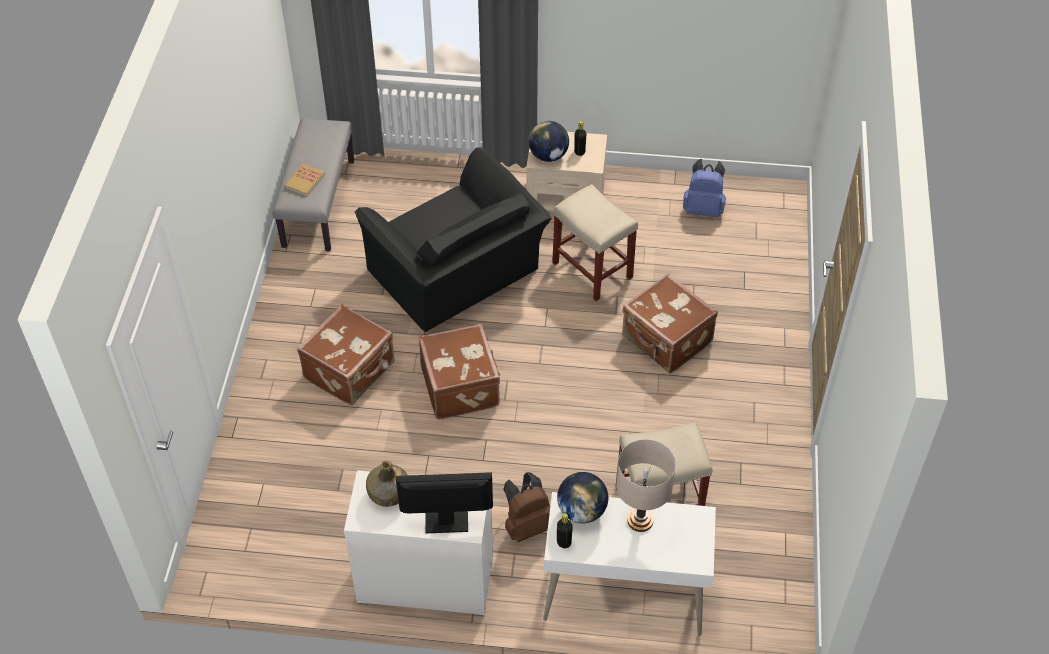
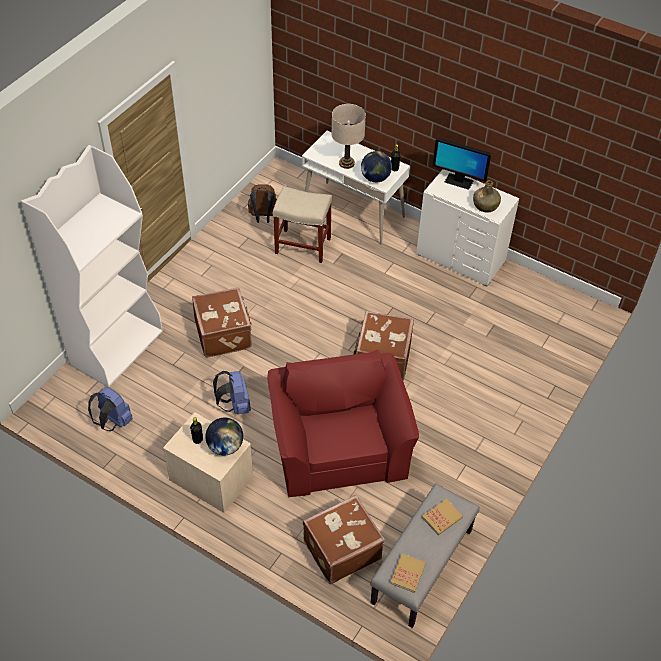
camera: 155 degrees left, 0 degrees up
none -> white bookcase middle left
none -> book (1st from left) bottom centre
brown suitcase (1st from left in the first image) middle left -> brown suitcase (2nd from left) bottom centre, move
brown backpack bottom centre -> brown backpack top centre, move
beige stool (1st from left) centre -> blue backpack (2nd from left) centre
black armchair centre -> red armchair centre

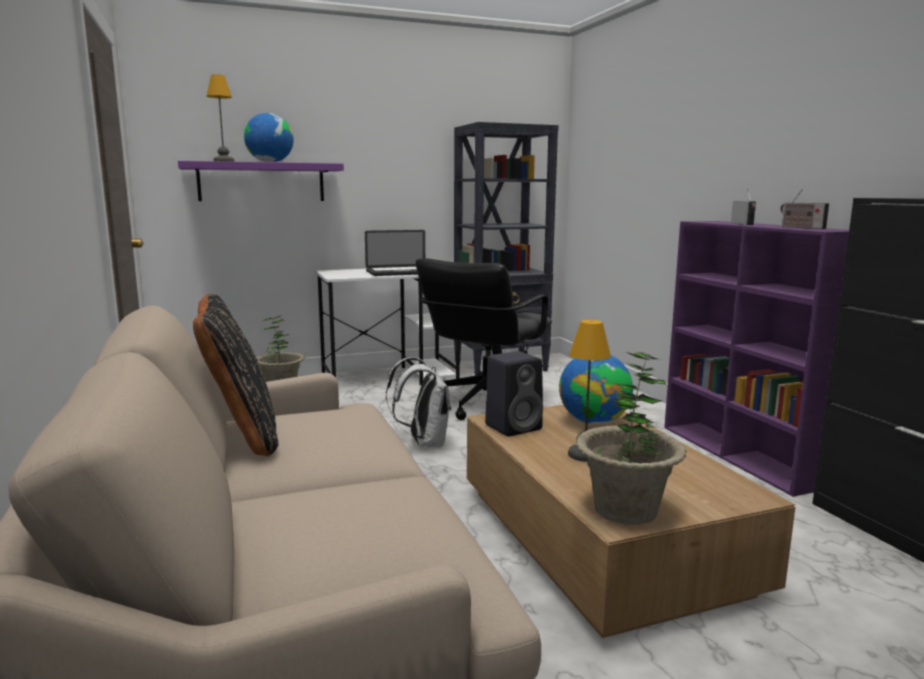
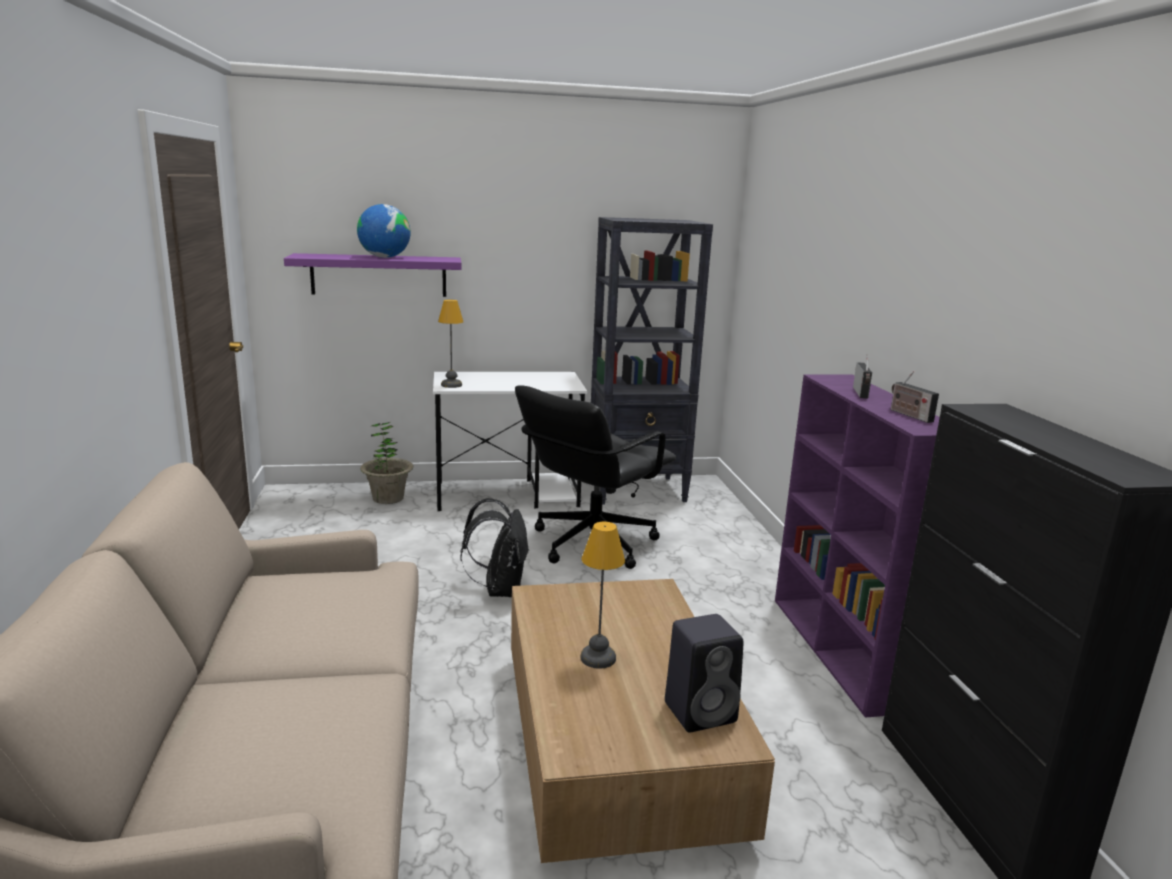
camera: 10 degrees right, 5 degrees up
black pillow middle left -> none
laptop centre -> none
globe (2nd from left) centre -> none
potted plant (2nd from left) middle right -> none
table lamp (1st from left) top left -> table lamp (1st from left) centre, move
black speaker centre -> black speaker bottom centre, move
white backpack centre -> black backpack centre

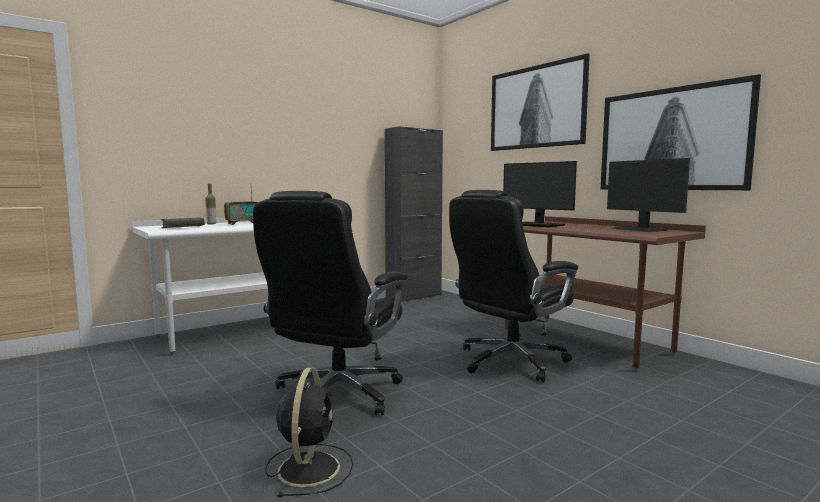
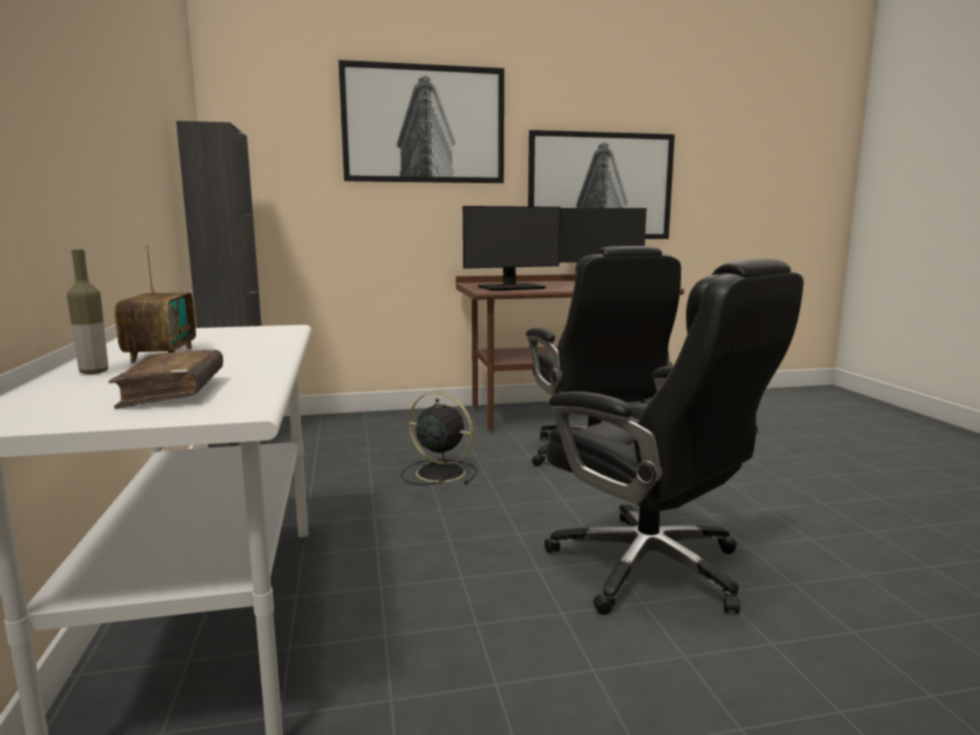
camera: 65 degrees left, 5 degrees up
black fan bottom centre -> black fan centre, move

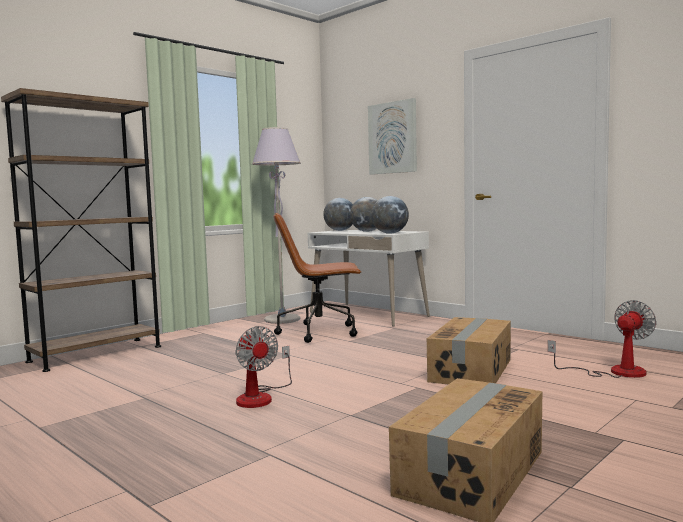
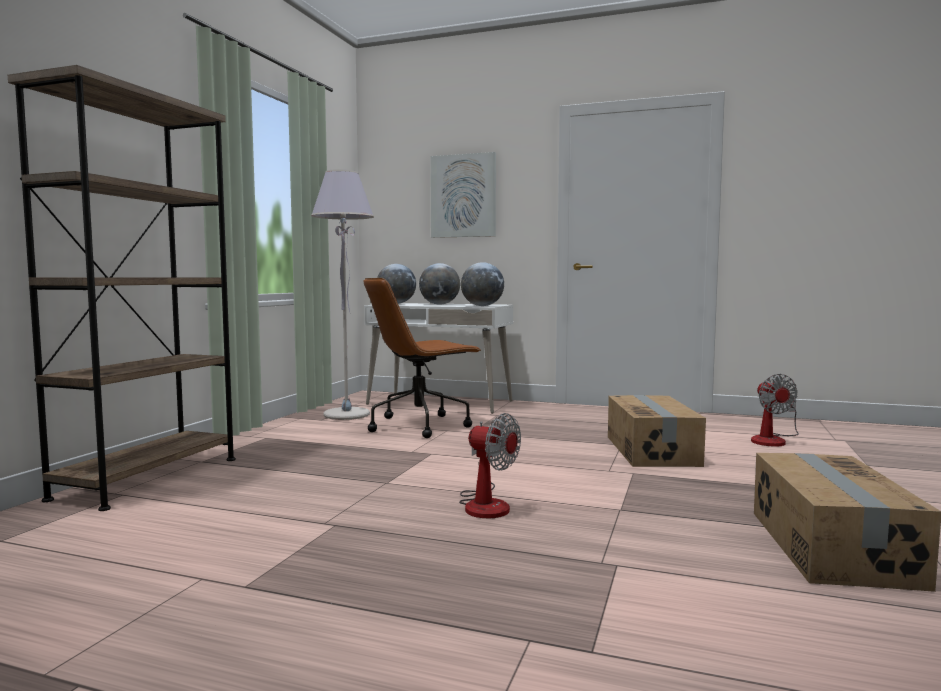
camera: 25 degrees left, 0 degrees up
fan (2nd from left) middle right, 150 degrees clockwise

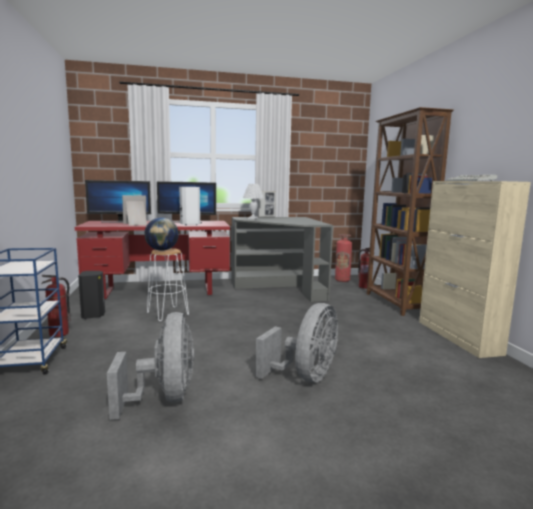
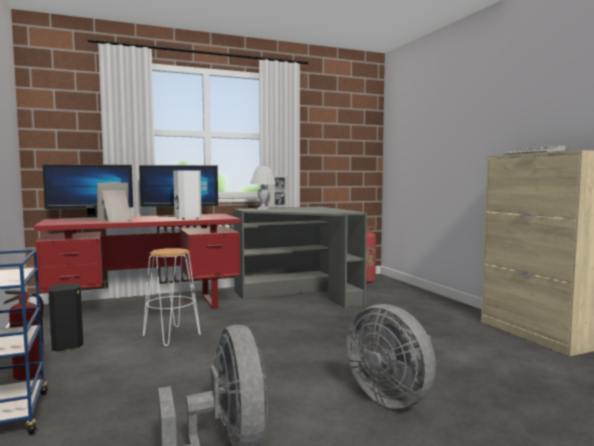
camera: 10 degrees left, 5 degrees down
globe middle left -> none
fire extinguisher (3rd from left) middle right -> none
brown bookcase middle right -> none
grey fan (2nd from left) bottom centre, 120 degrees clockwise

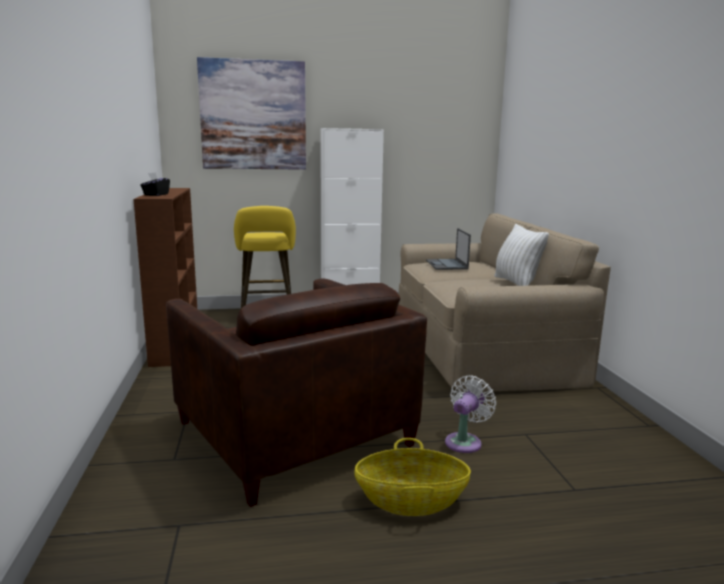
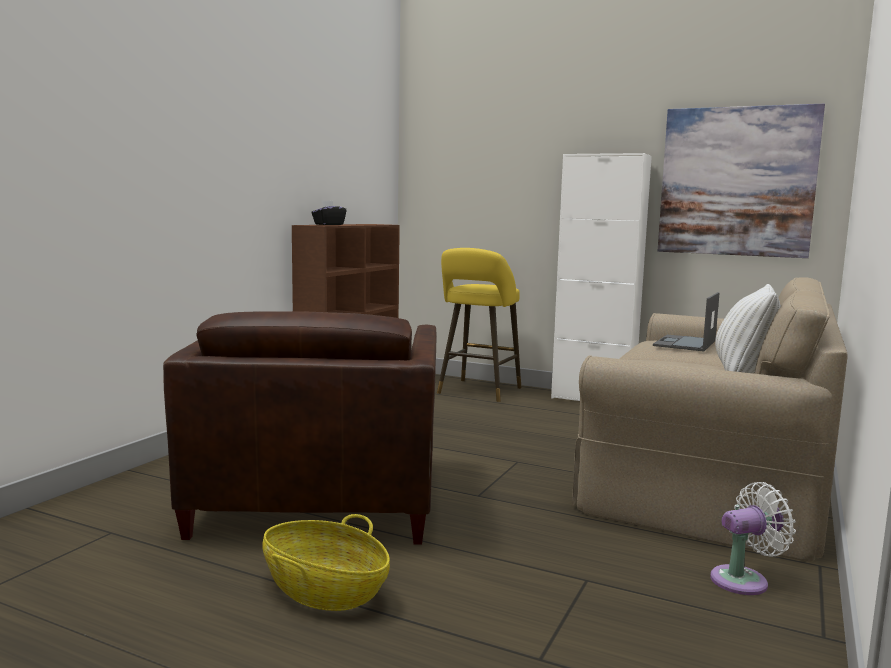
camera: 35 degrees right, 5 degrees down
picture top centre -> picture top right, move
white fan bottom centre -> white fan bottom right, move

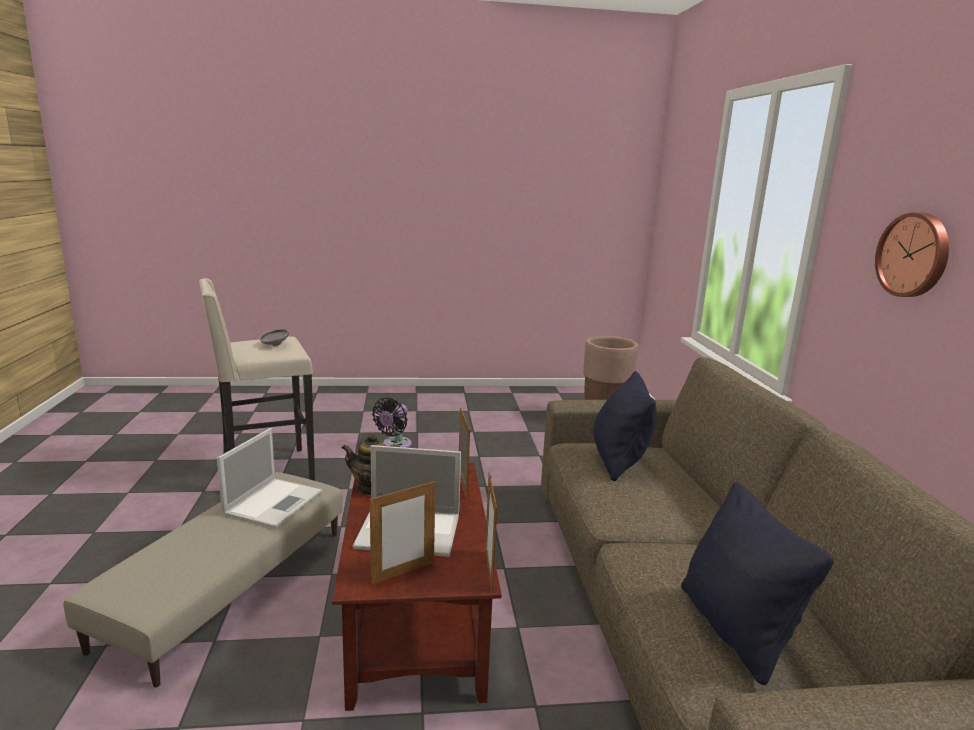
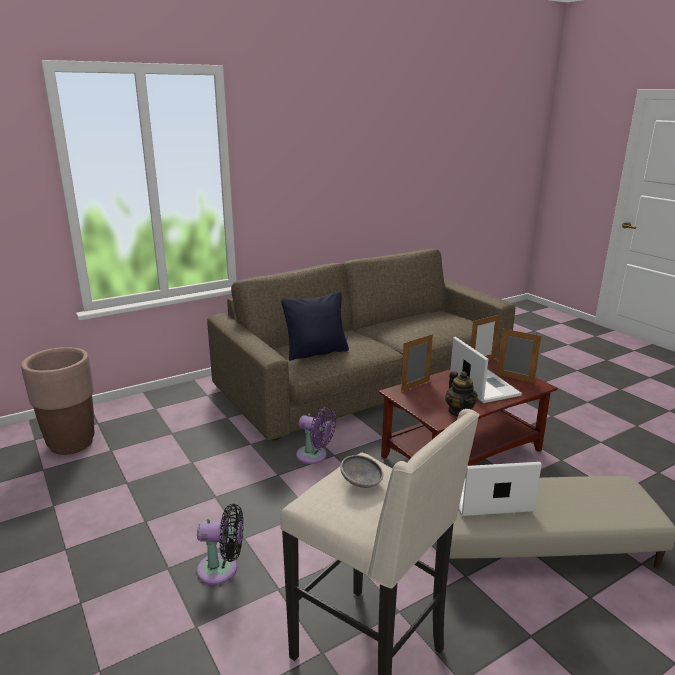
camera: 115 degrees left, 5 degrees up
black pillow (2nd from left) bottom right -> none
wall clock middle right -> none
none -> purple fan centre

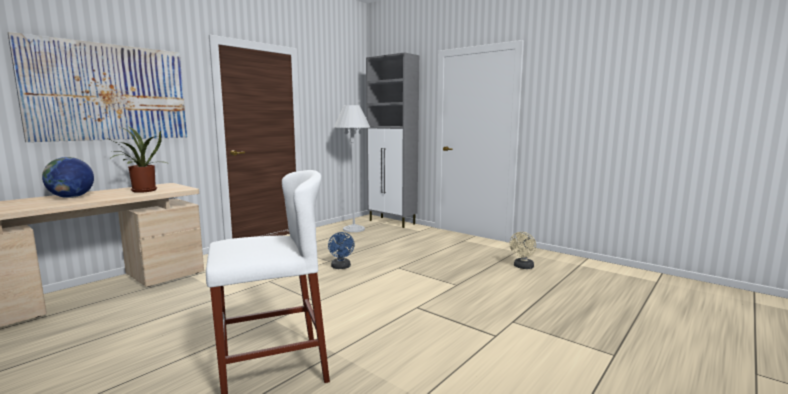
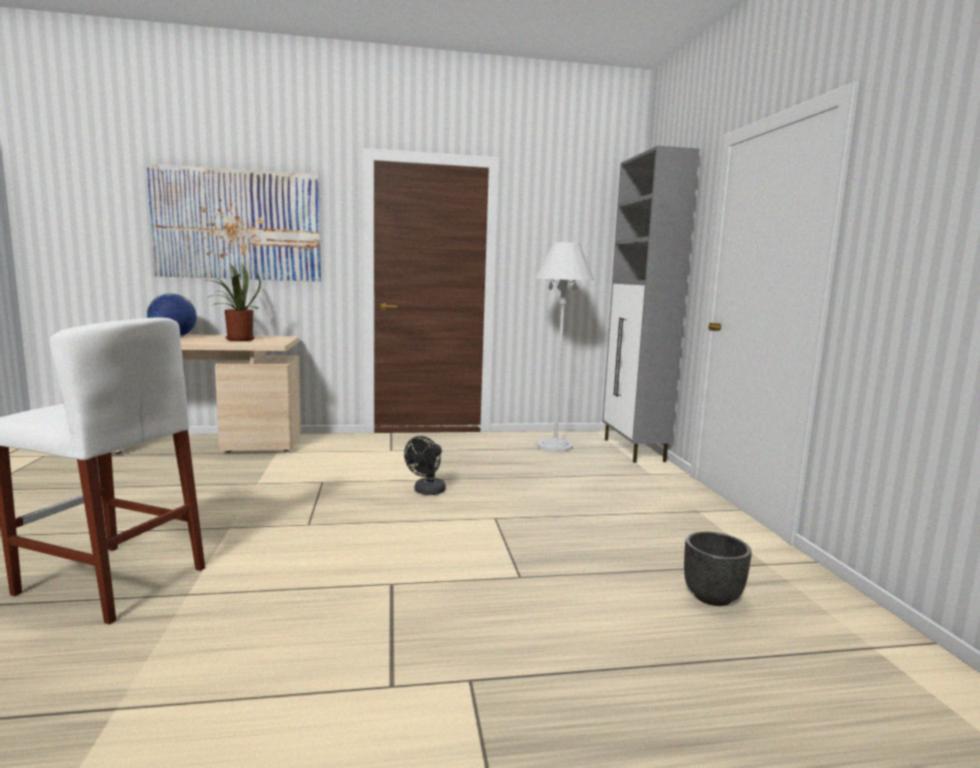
camera: 40 degrees right, 0 degrees up
beige fan centre -> black planter bottom right
blue fan centre -> black fan centre

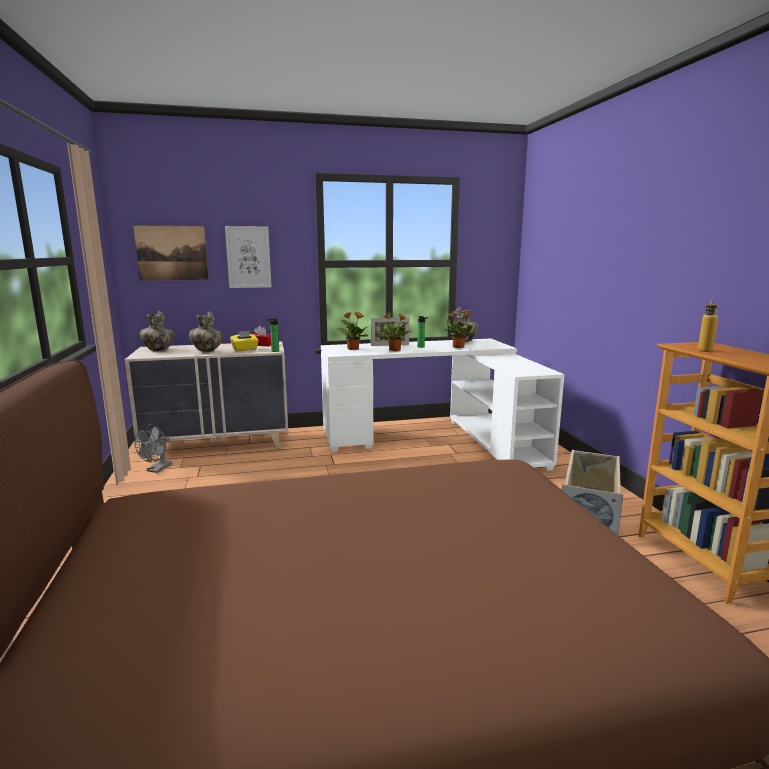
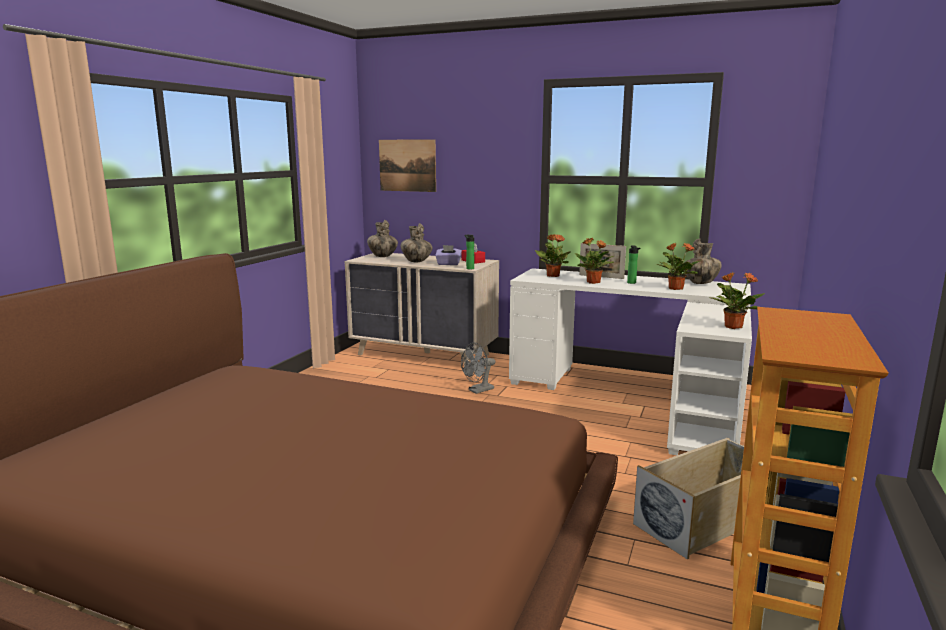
camera: 35 degrees right, 0 degrees up
picture (2nd from left) middle left -> none
bottle (3rd from left) middle right -> none
none -> potted plant (4th from left) middle right
grey fan middle left -> grey fan centre, move
yellow tissue box middle left -> purple tissue box centre

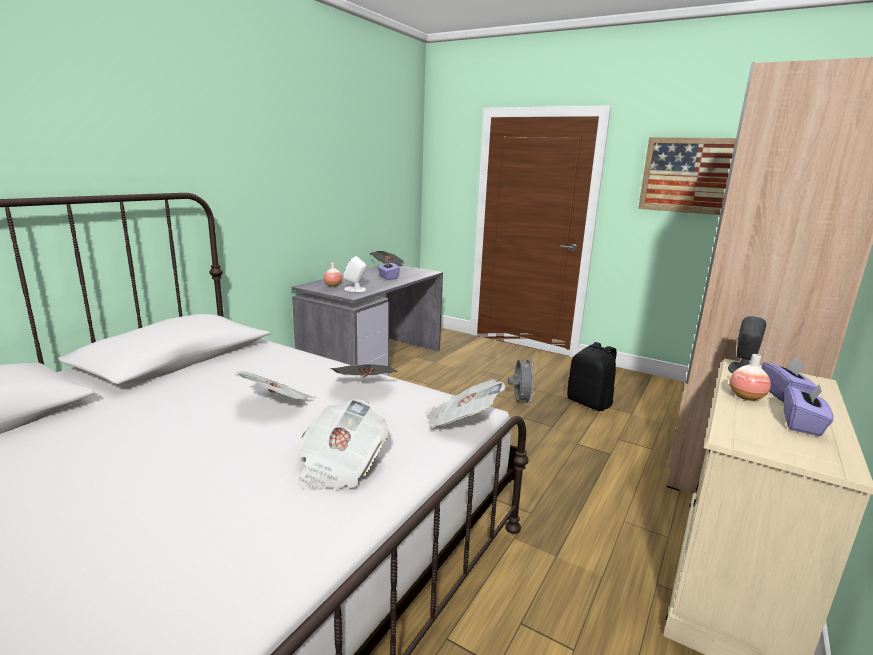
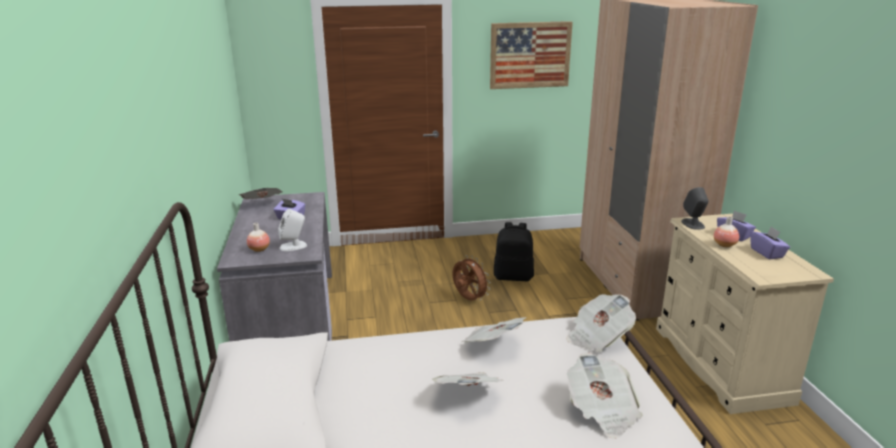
camera: 40 degrees left, 5 degrees up
grey fan centre -> brown fan centre

